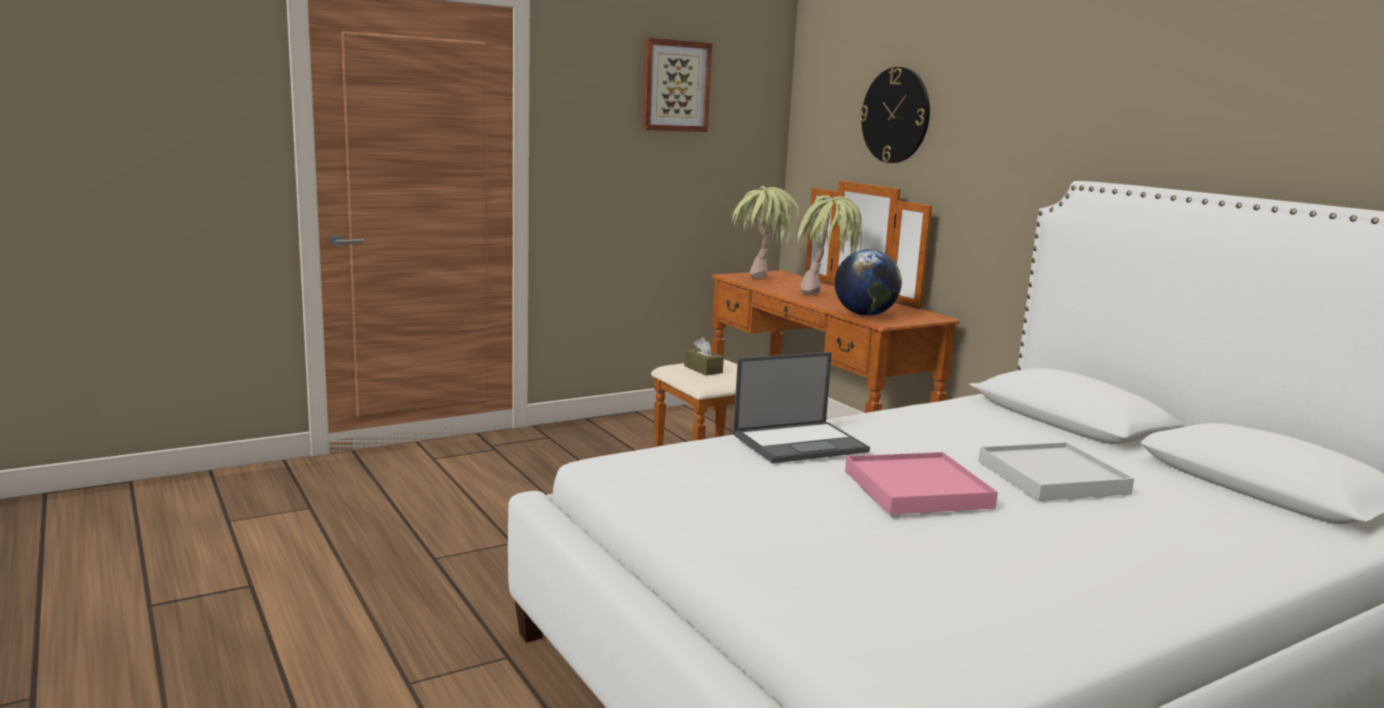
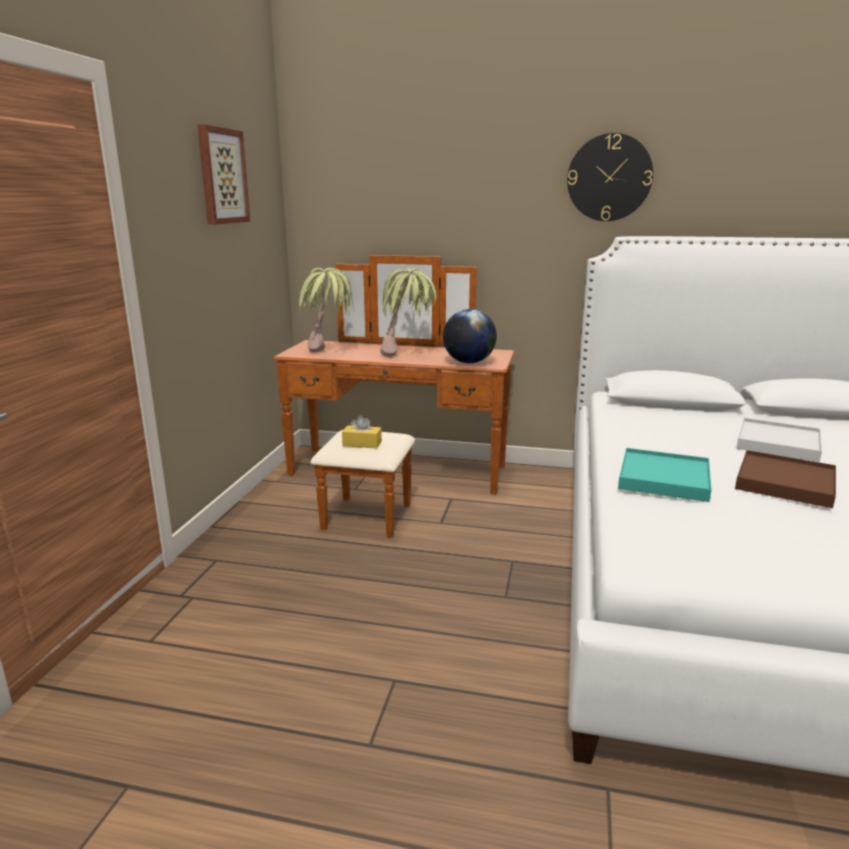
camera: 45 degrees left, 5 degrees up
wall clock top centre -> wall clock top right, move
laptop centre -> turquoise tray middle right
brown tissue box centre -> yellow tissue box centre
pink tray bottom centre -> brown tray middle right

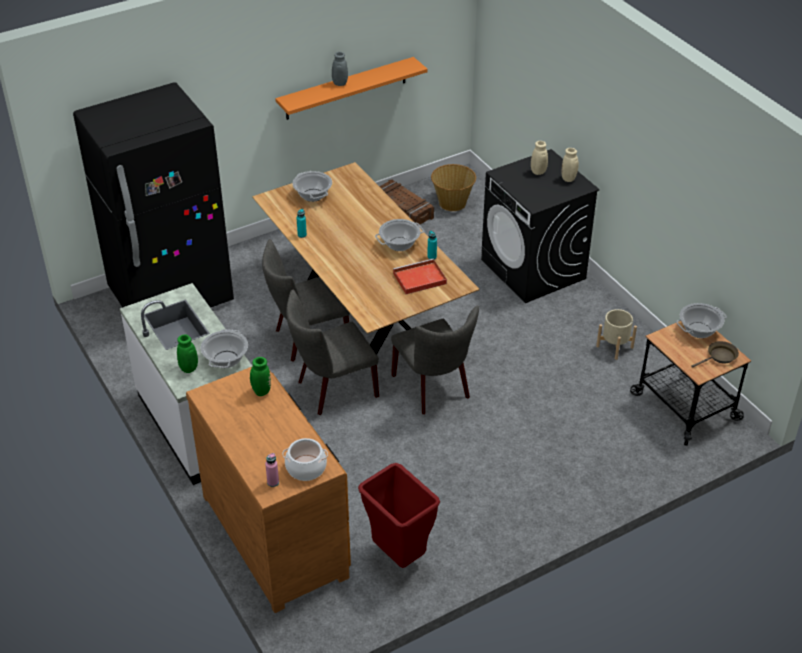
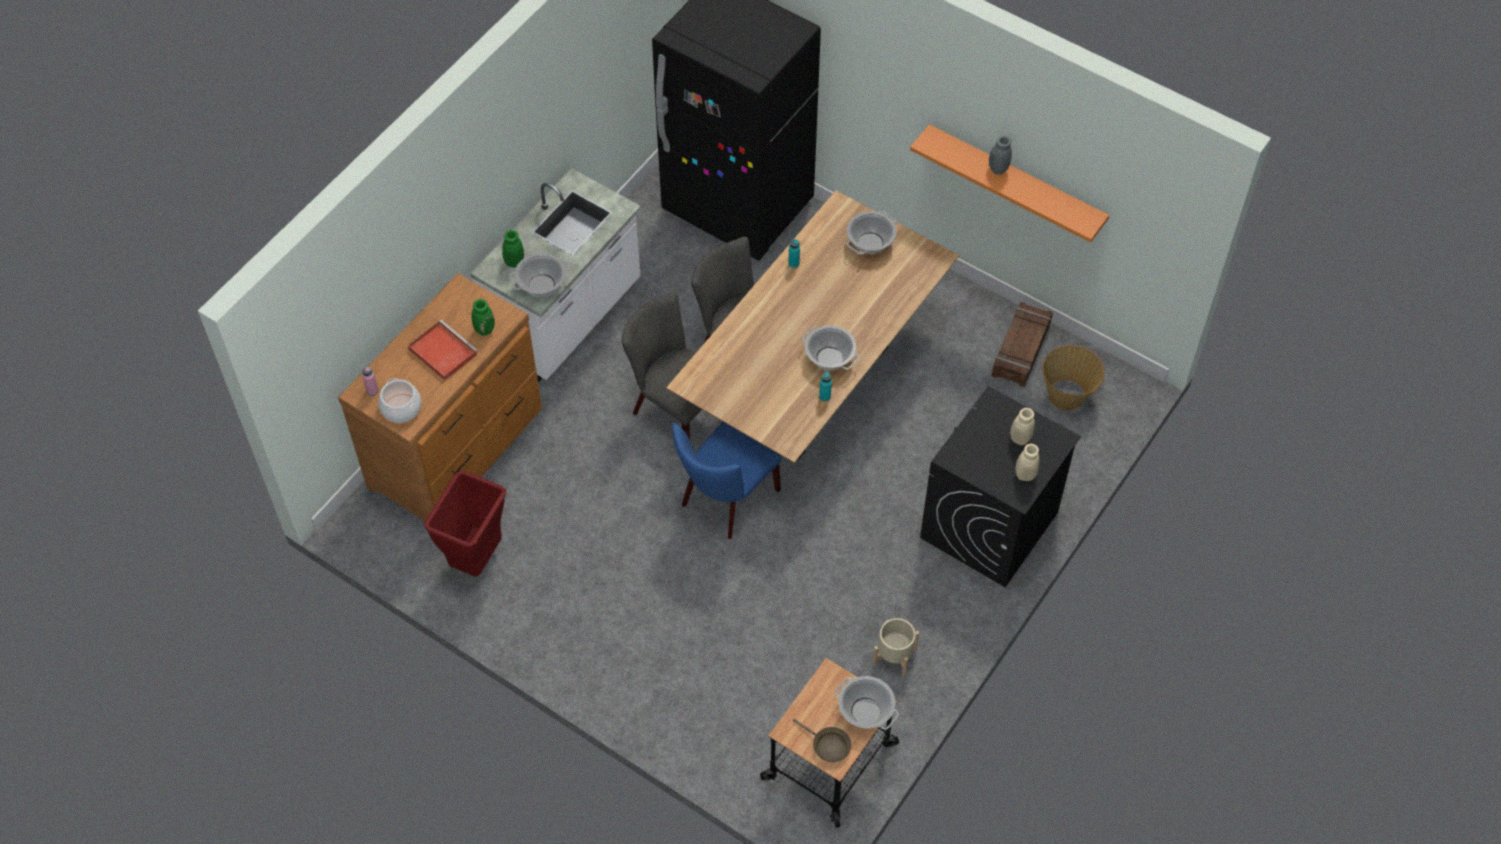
camera: 65 degrees right, 15 degrees up
red tray centre -> red tray middle left, move
grey chair (3rd from left) centre -> blue chair centre

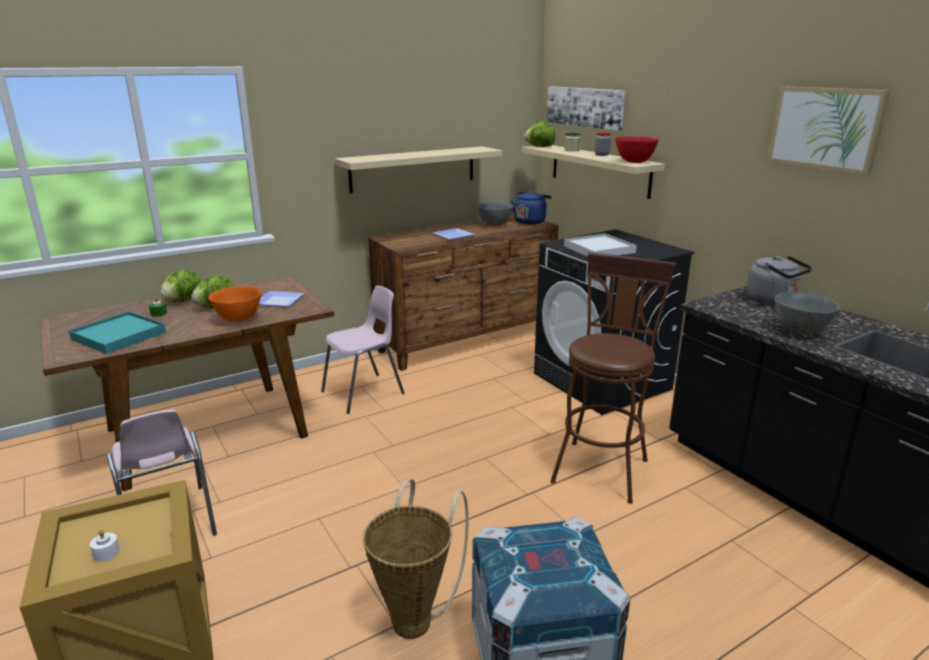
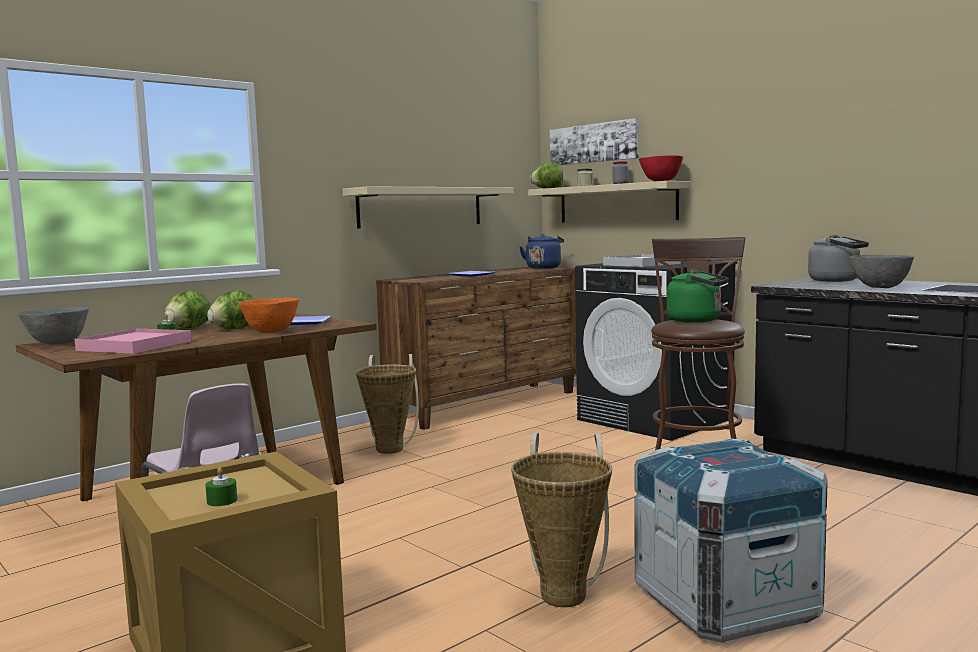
camera: 10 degrees left, 15 degrees down
picture (2nd from left) top right -> none
none -> green kettle middle right
grey bowl (1st from left) top centre -> grey bowl (1st from left) middle left, move
pink chair (2nd from left) centre -> basket (1st from left) centre
turquoise tray middle left -> pink tray middle left
white candle bottom left -> green candle (2nd from left) bottom left

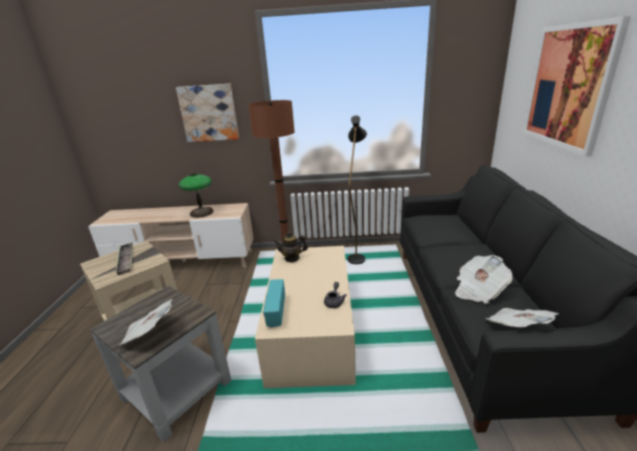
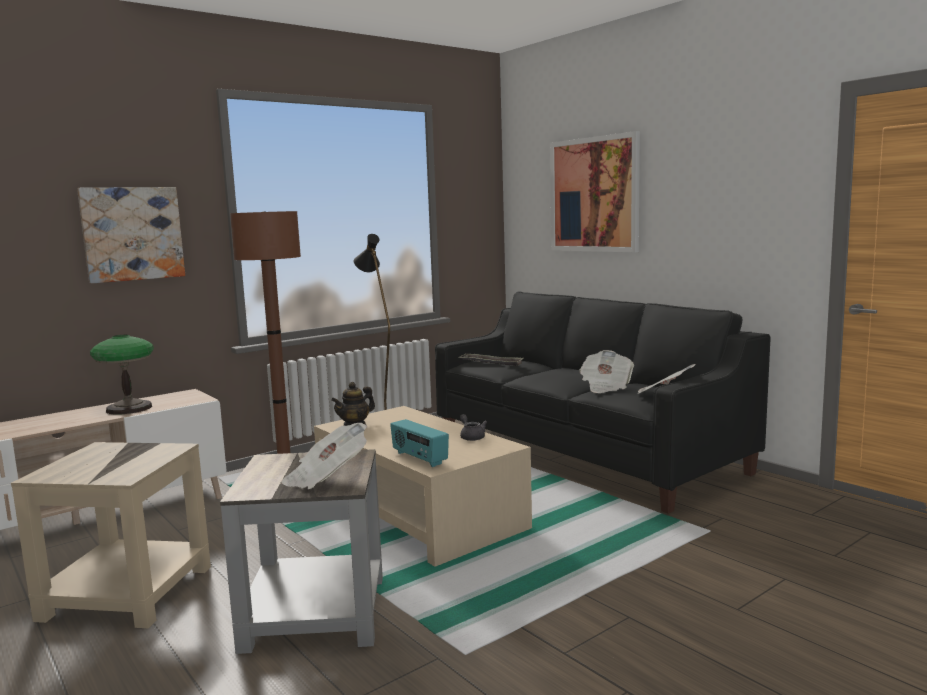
camera: 40 degrees left, 15 degrees down
tray middle left -> tray centre, move

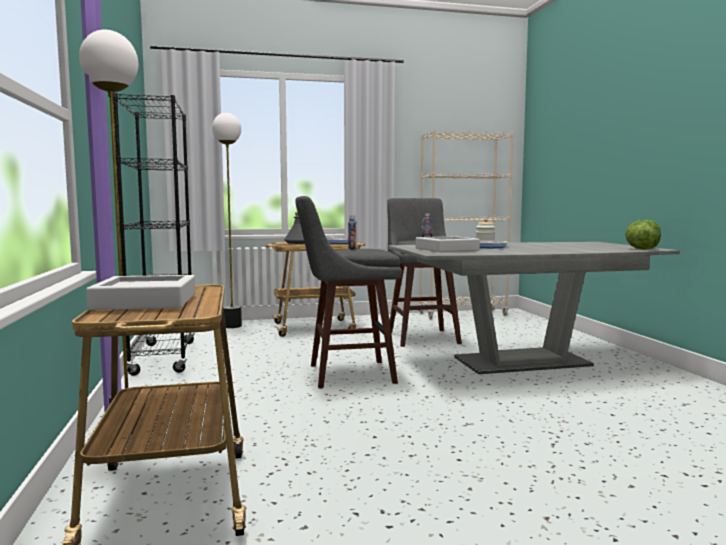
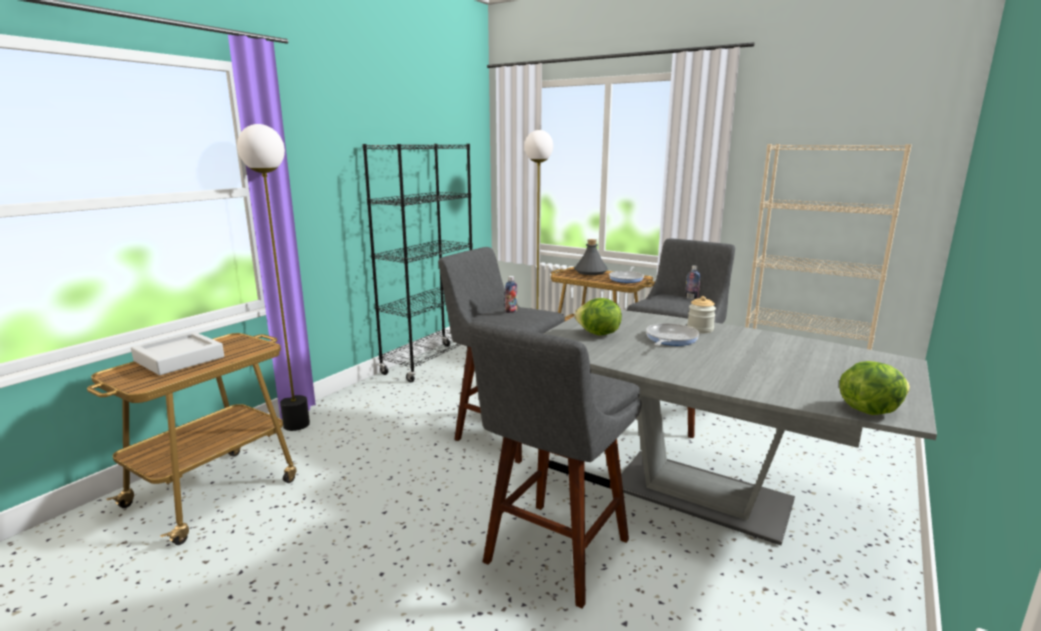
camera: 45 degrees right, 10 degrees up
none -> grey stool (2nd from left) bottom centre
grey tray (2nd from left) centre -> lettuce (1st from left) centre

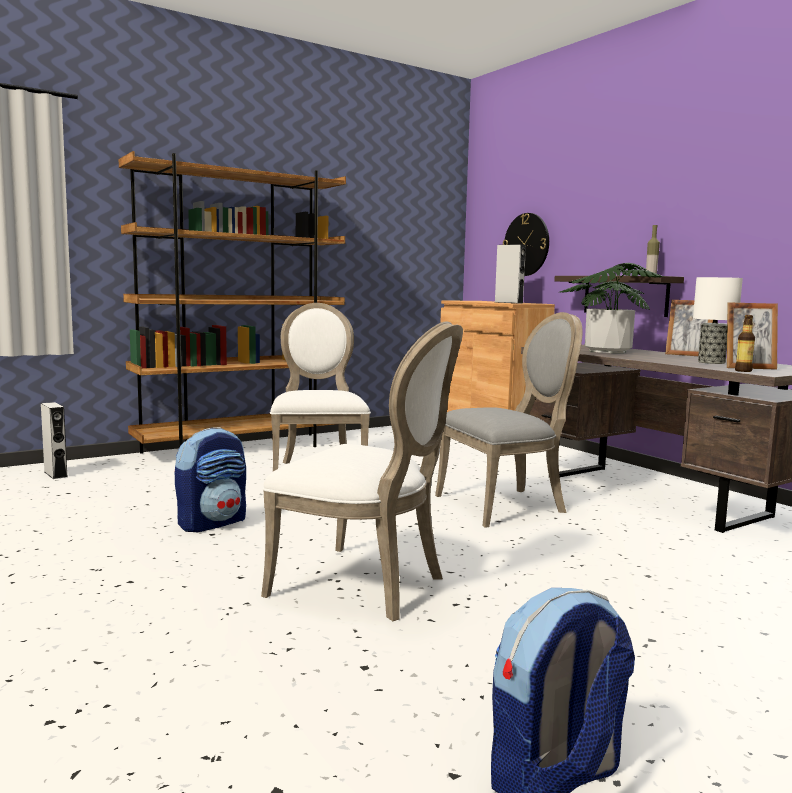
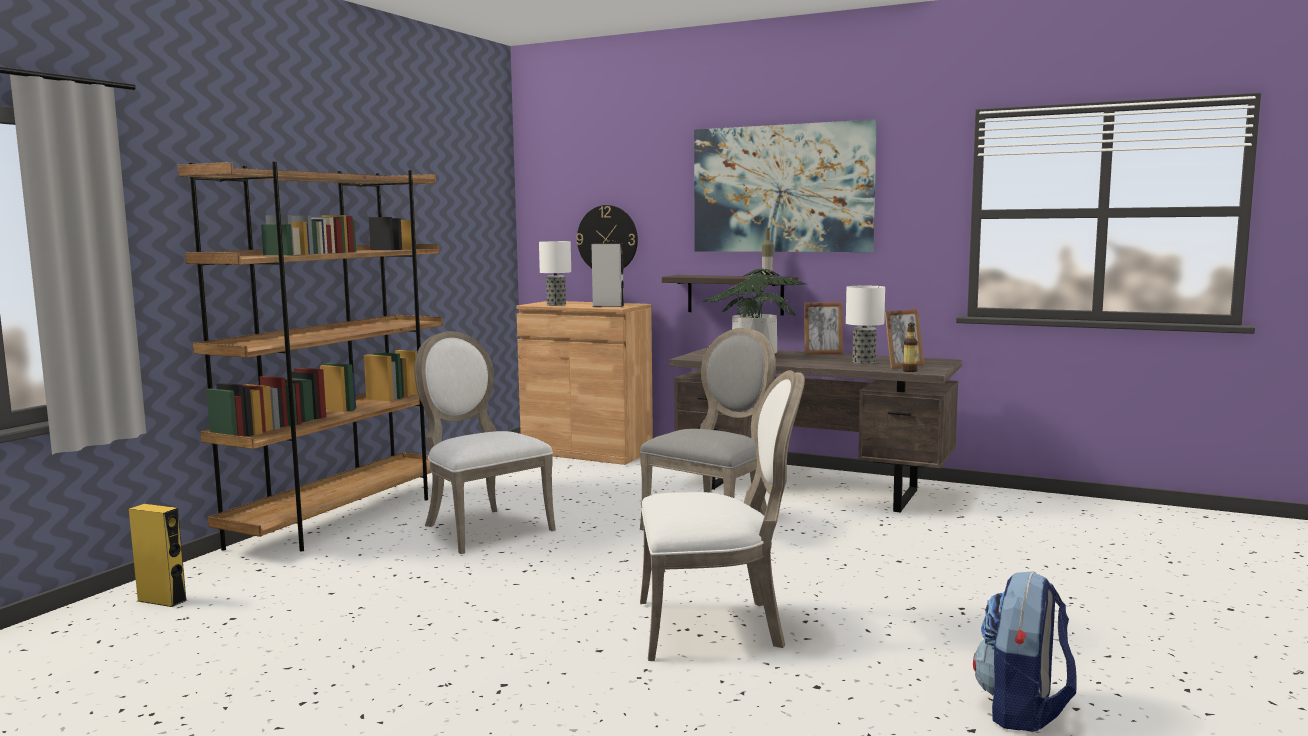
camera: 30 degrees left, 0 degrees up
backpack (1st from left) middle left -> none
none -> table lamp (1st from left) centre
none -> picture top centre
grey speaker (1st from left) middle left -> yellow speaker bottom left

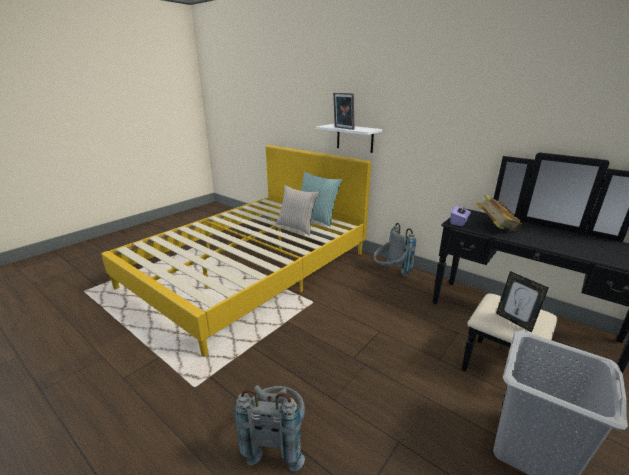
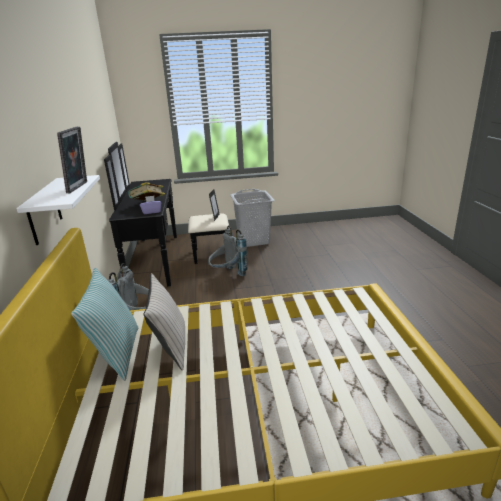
camera: 135 degrees left, 0 degrees up
grey backpack (1st from left in the first image) bottom centre -> grey backpack (2nd from left) centre, move

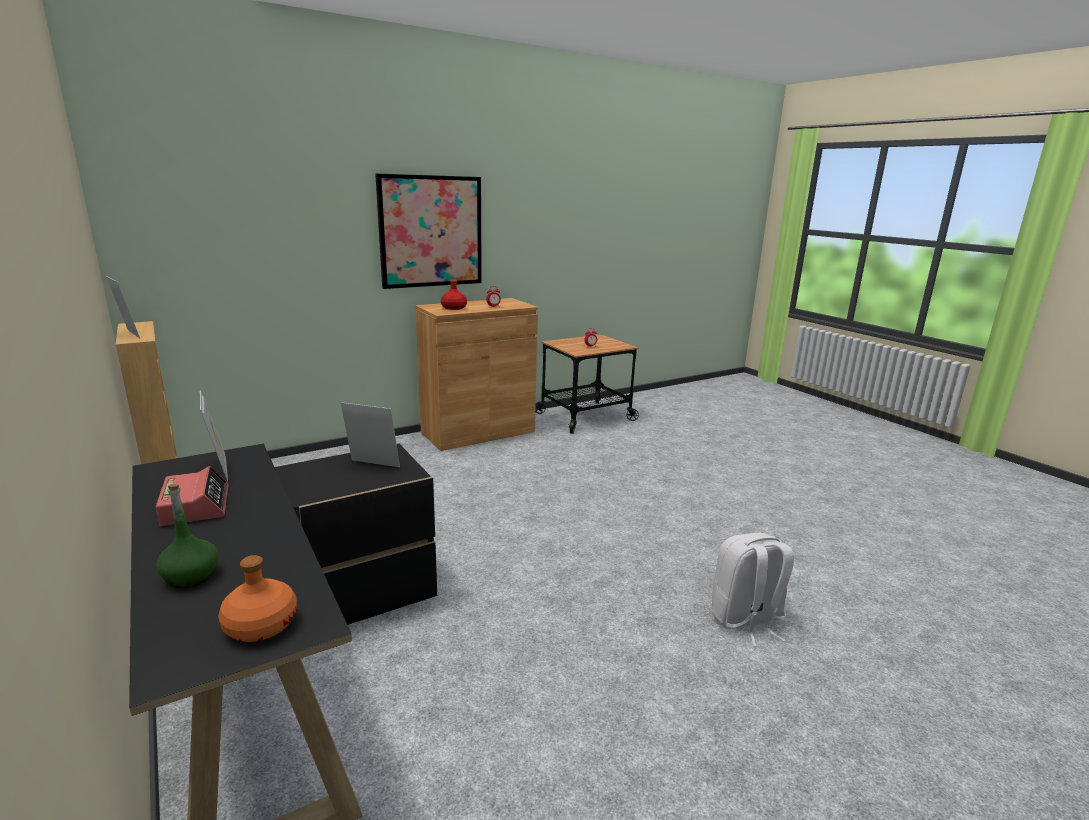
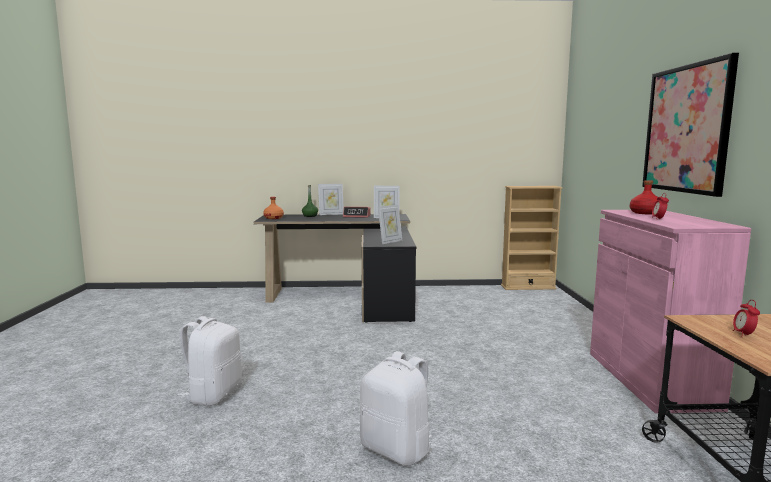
camera: 120 degrees right, 10 degrees down
none -> white backpack (2nd from left) bottom centre
picture frame (1st from left) middle left -> picture frame (1st from left) centre, move
brown cabinet centre -> pink cabinet middle right

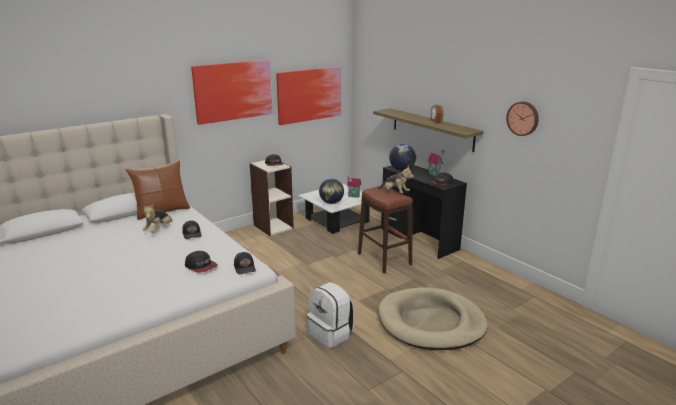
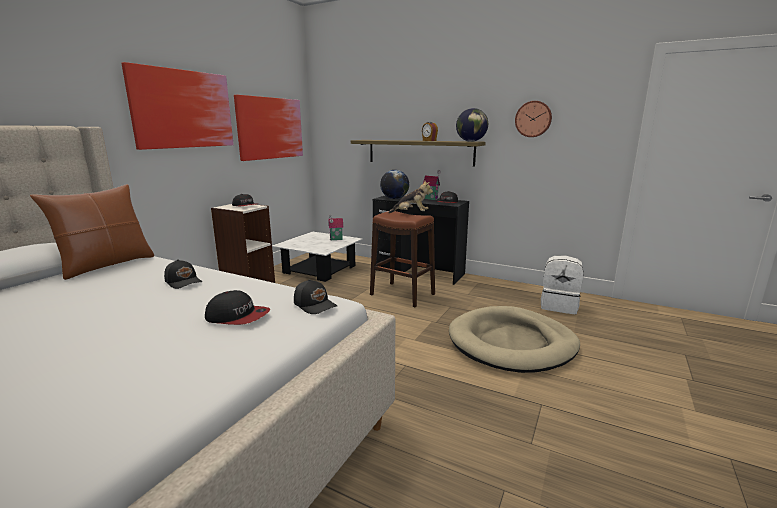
camera: 25 degrees left, 5 degrees down
plush toy (1st from left) middle left -> none
white backpack bottom centre -> white backpack middle right, move
globe (1st from left in the first image) centre -> globe (2nd from left) top centre, move

